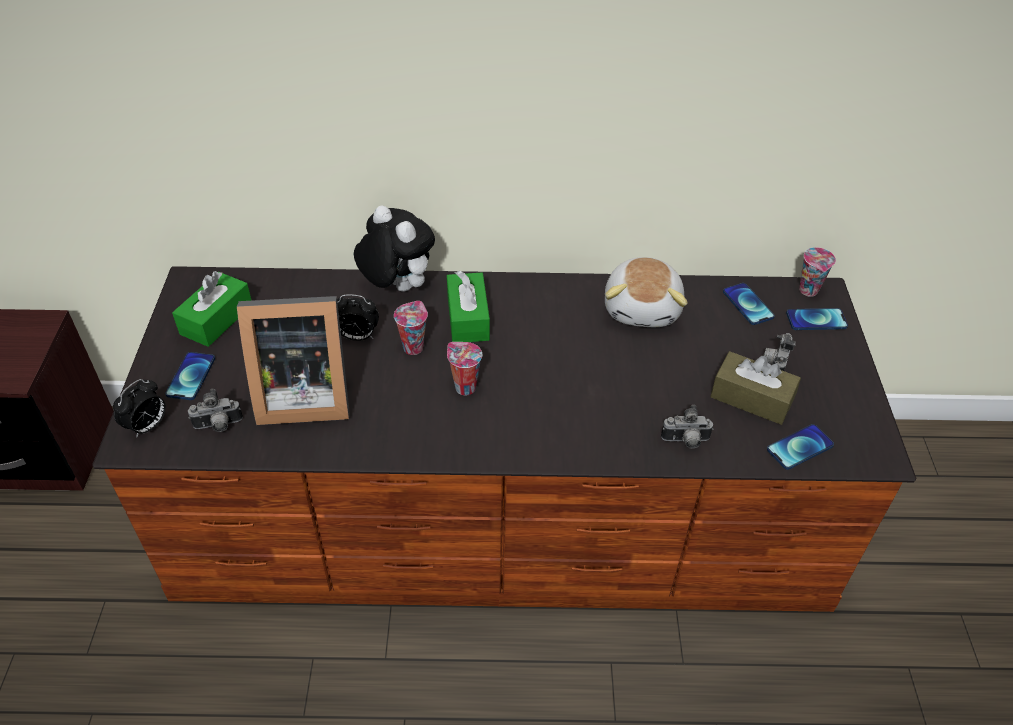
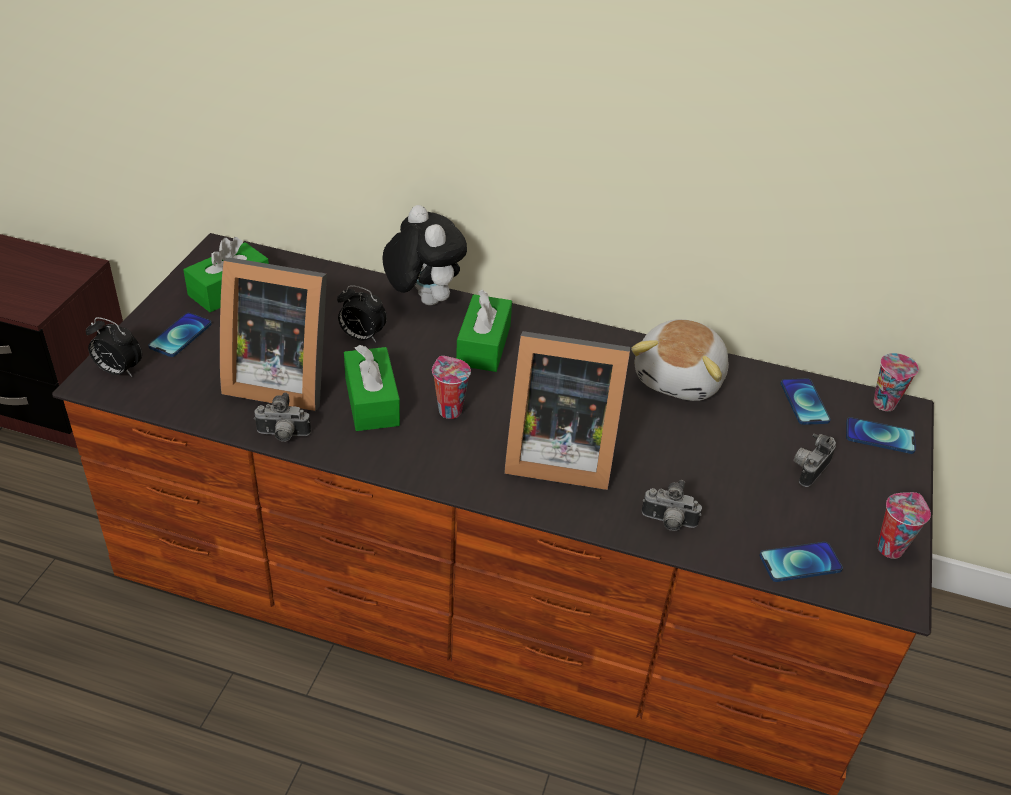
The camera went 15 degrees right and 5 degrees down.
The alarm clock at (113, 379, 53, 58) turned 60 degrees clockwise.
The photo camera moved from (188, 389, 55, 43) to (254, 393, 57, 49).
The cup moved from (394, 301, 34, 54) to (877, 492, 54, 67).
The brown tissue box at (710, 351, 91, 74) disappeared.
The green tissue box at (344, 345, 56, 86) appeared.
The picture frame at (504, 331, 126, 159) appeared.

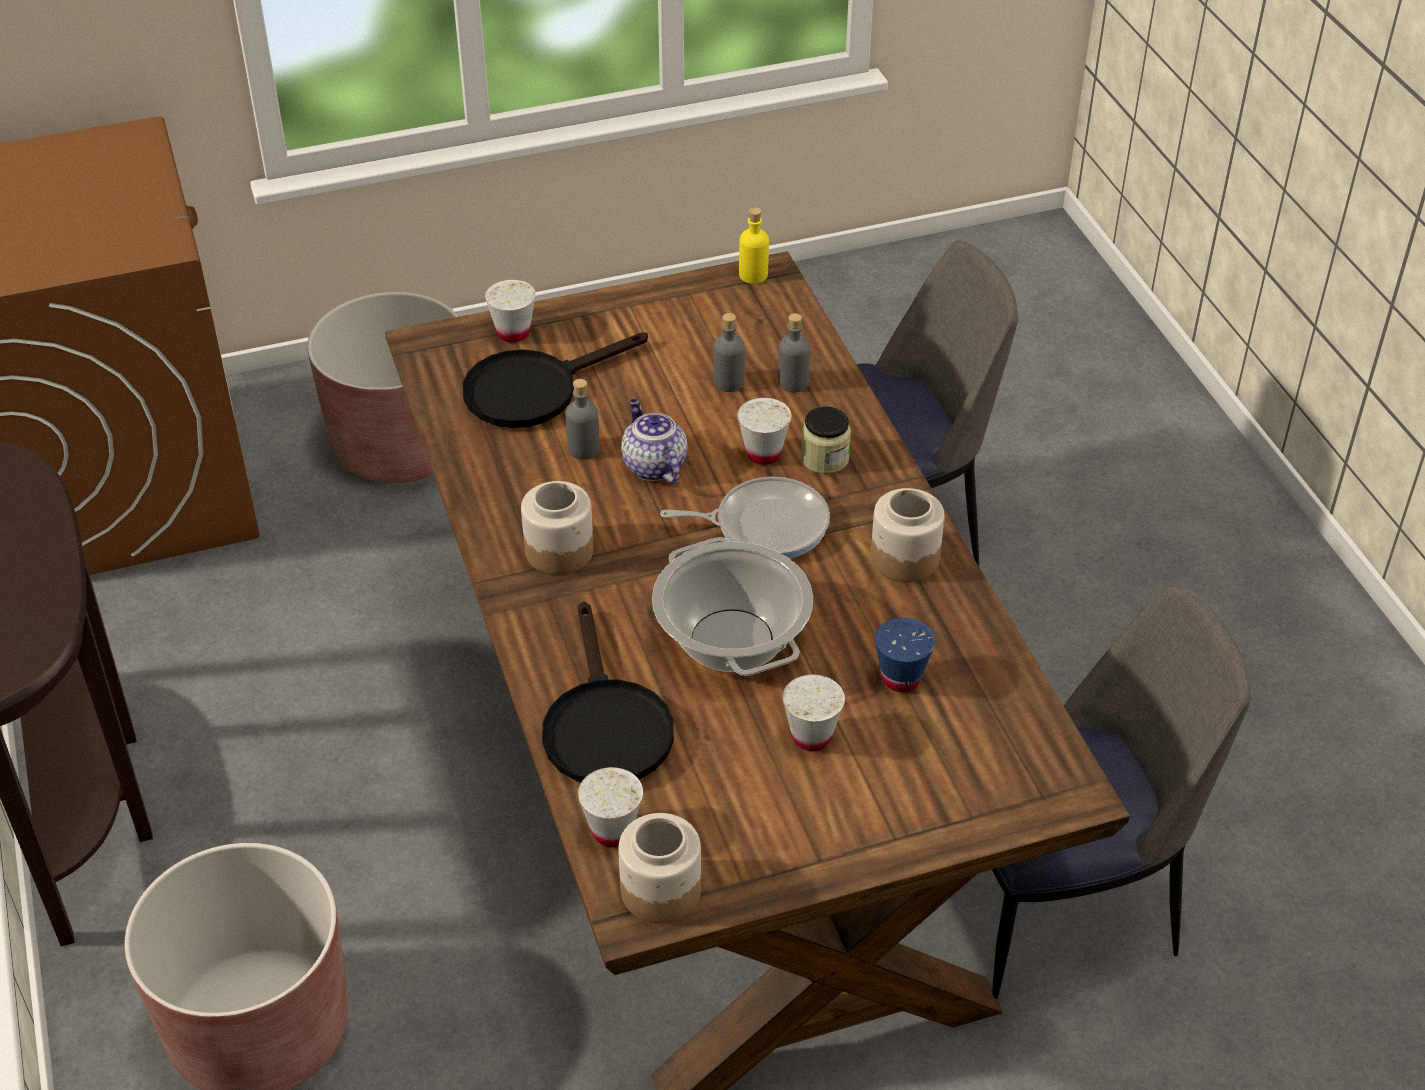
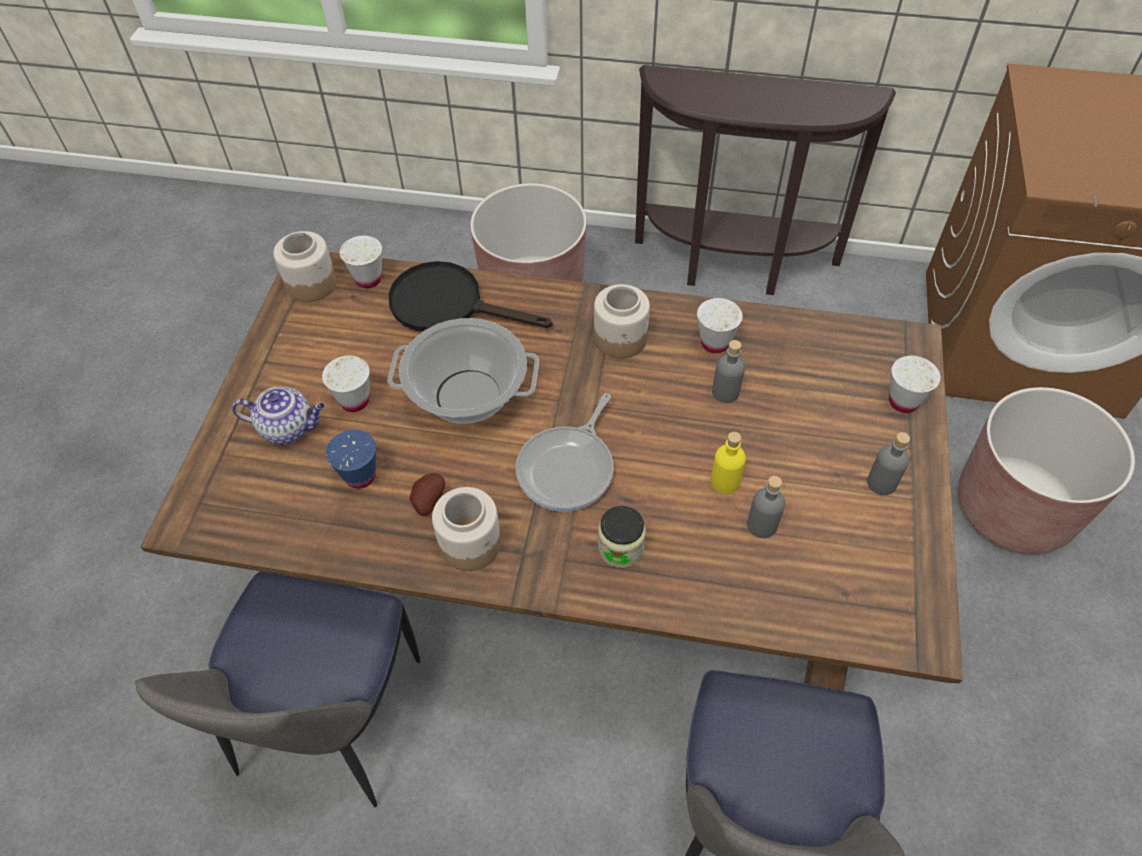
The camera went 120 degrees right and 10 degrees up.
The black frying pan at (463, 333, 185, 95) disappeared.
The teapot moved from (621, 399, 67, 84) to (232, 387, 93, 58).
The white cup moved from (737, 398, 54, 67) to (697, 298, 46, 55).
The yellow bottle moved from (739, 207, 30, 77) to (711, 432, 35, 62).
The grey bottle moved from (778, 313, 32, 79) to (867, 432, 43, 63).
The potato at (409, 473, 36, 43) appeared.

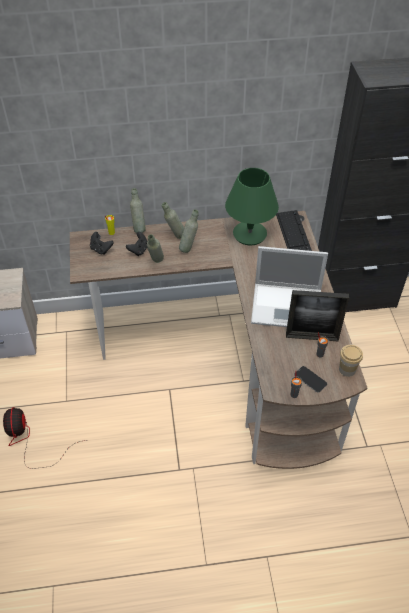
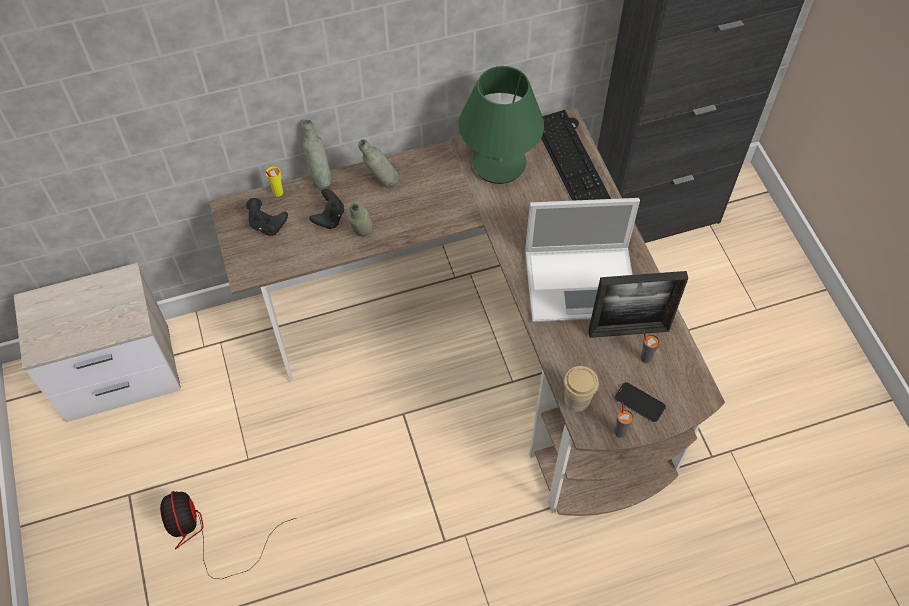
The camera went 10 degrees left and 10 degrees up.
The grey bottle at (179, 209, 20, 44) disappeared.
The cup moved from (339, 345, 24, 32) to (564, 366, 35, 46).

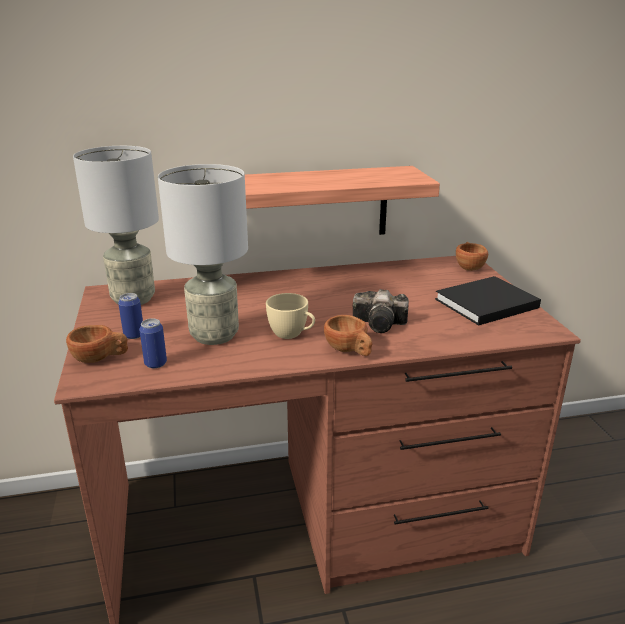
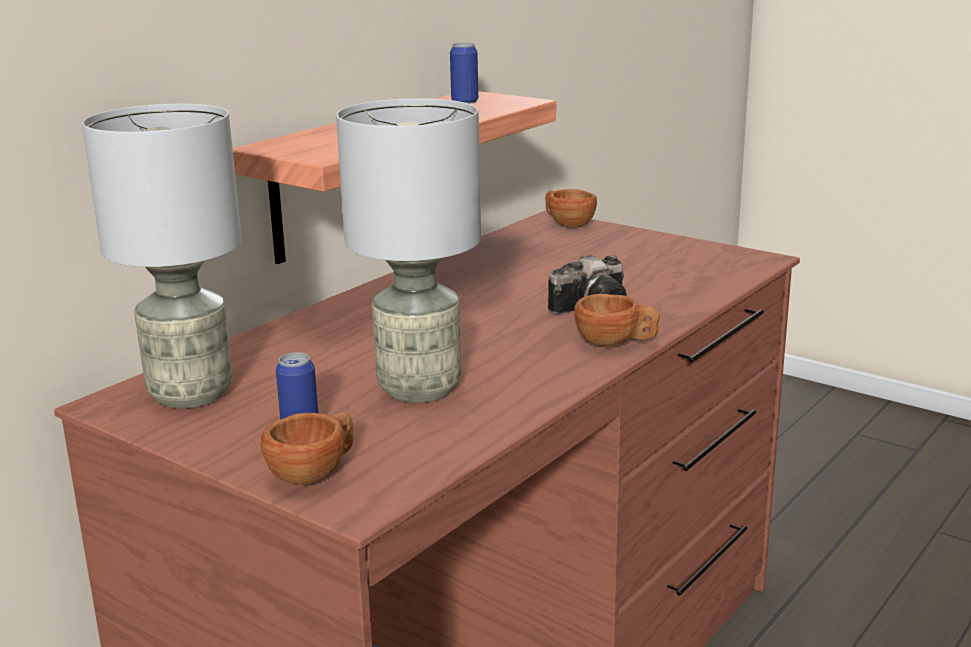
The camera went 40 degrees left and 5 degrees down.
The can moved from (139, 318, 28, 50) to (450, 42, 28, 62).
The beige cup at (266, 293, 49, 46) disappeared.
The black book at (435, 276, 106, 49) disappeared.

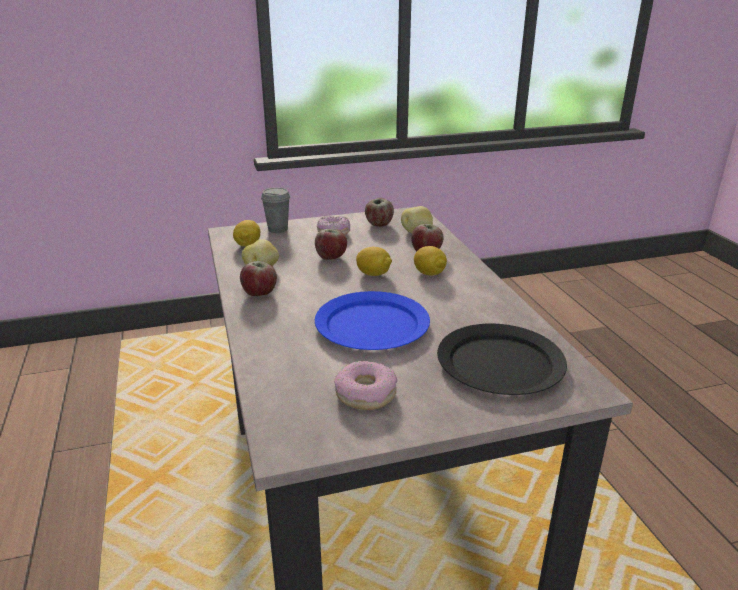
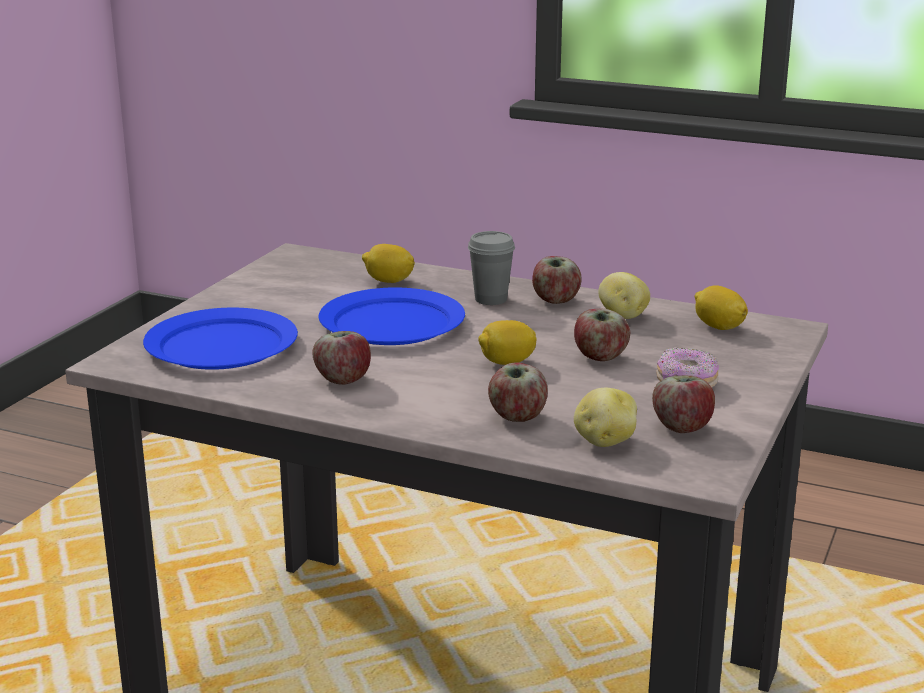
The camera went 130 degrees right and 5 degrees down.
The grey cup moved from (261, 188, 29, 45) to (468, 231, 47, 74).
The donut at (334, 361, 63, 49) disappeared.
The lemon moved from (414, 246, 33, 30) to (362, 244, 53, 39).
The black plate at (437, 323, 130, 72) became the blue plate at (143, 308, 155, 62).
The apple at (312, 331, 59, 54) appeared.

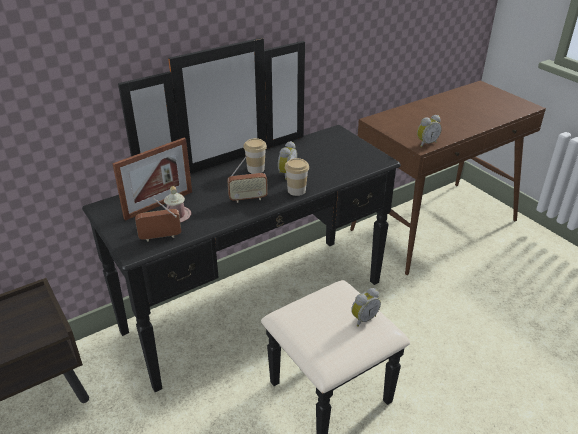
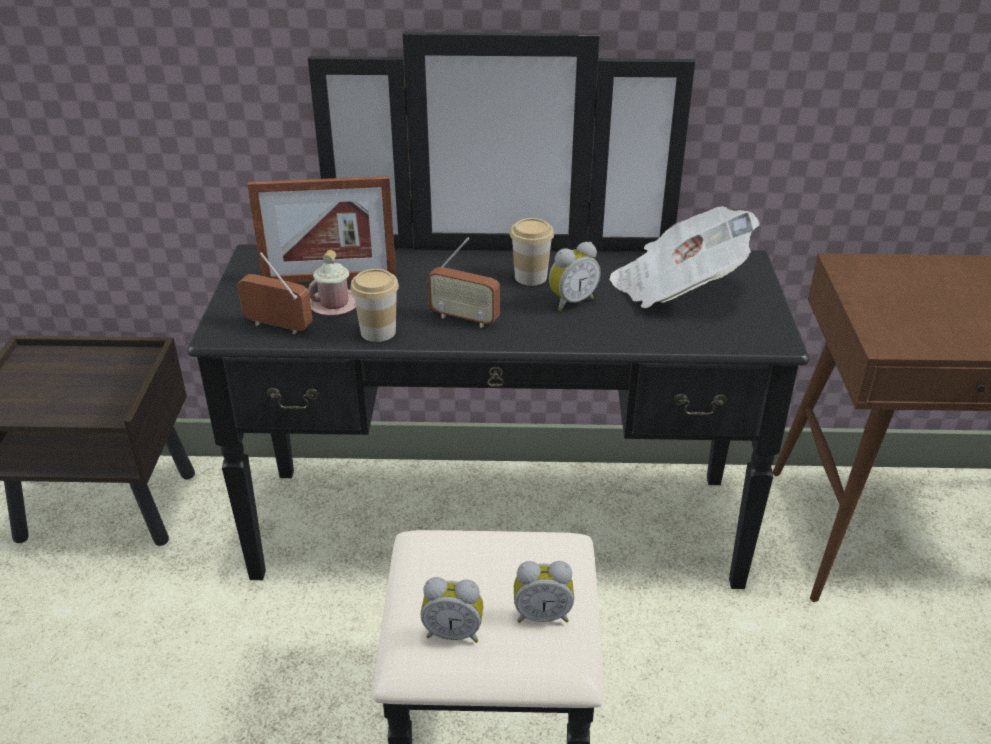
The camera went 35 degrees right and 0 degrees up.
The cup moved from (285, 158, 24, 38) to (350, 269, 49, 73).
The alarm clock moved from (417, 115, 25, 32) to (421, 577, 63, 66).
The newspaper at (609, 206, 151, 102) appeared.

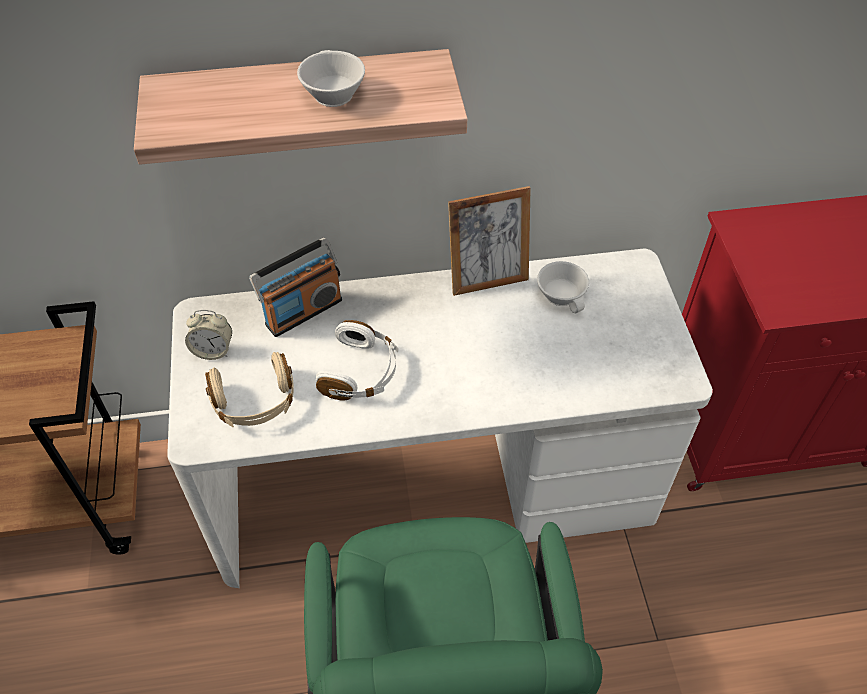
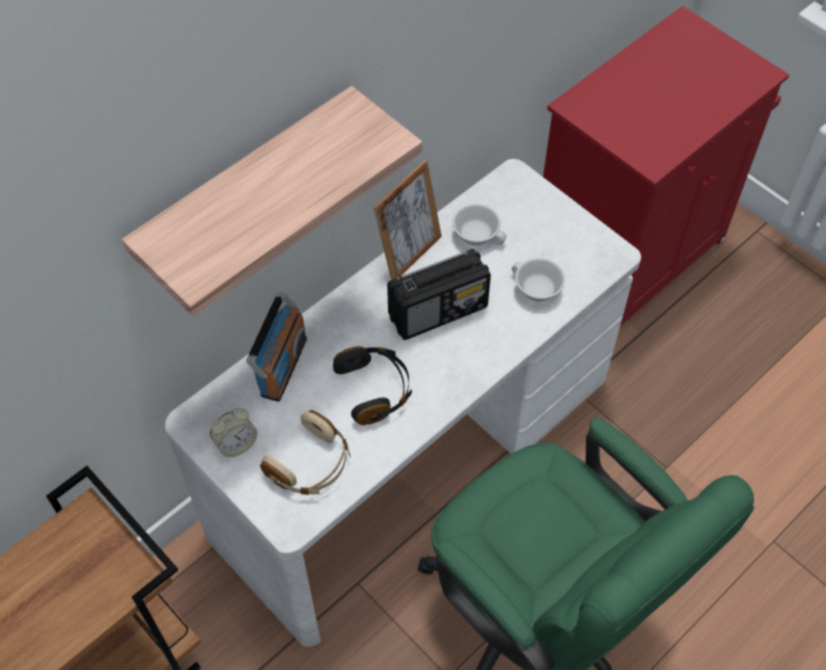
The camera went 35 degrees left and 5 degrees up.
The white cup moved from (297, 50, 68, 57) to (512, 258, 53, 44).
The white headphones at (316, 320, 82, 81) became the black headphones at (333, 346, 79, 79).
The radio at (387, 249, 104, 91) appeared.

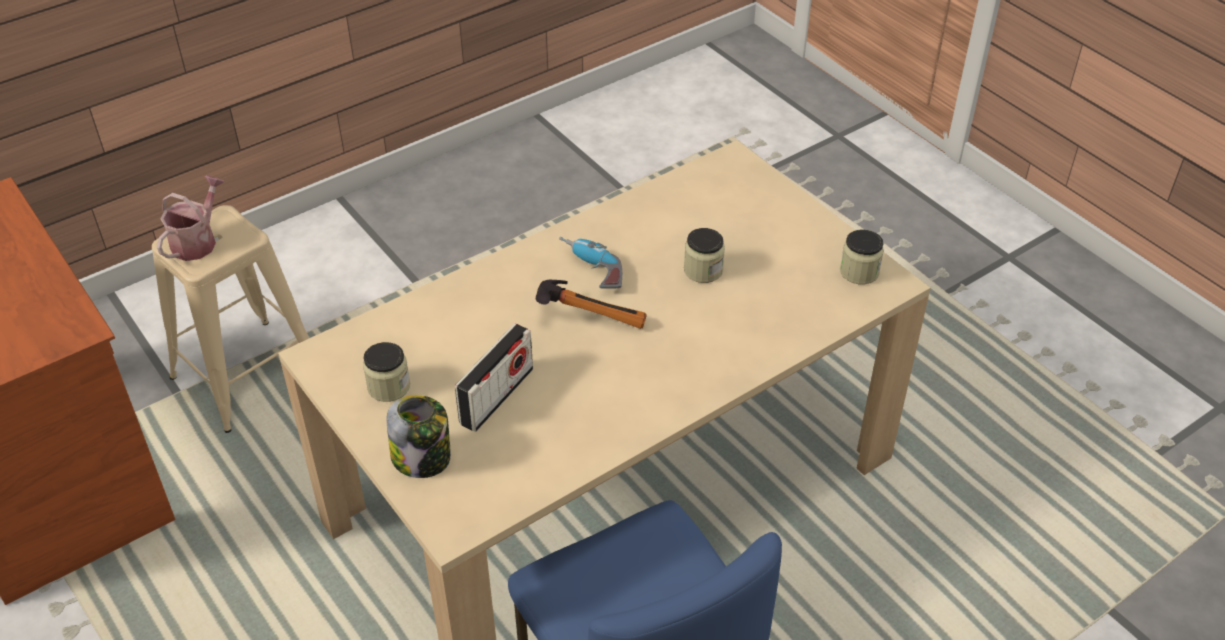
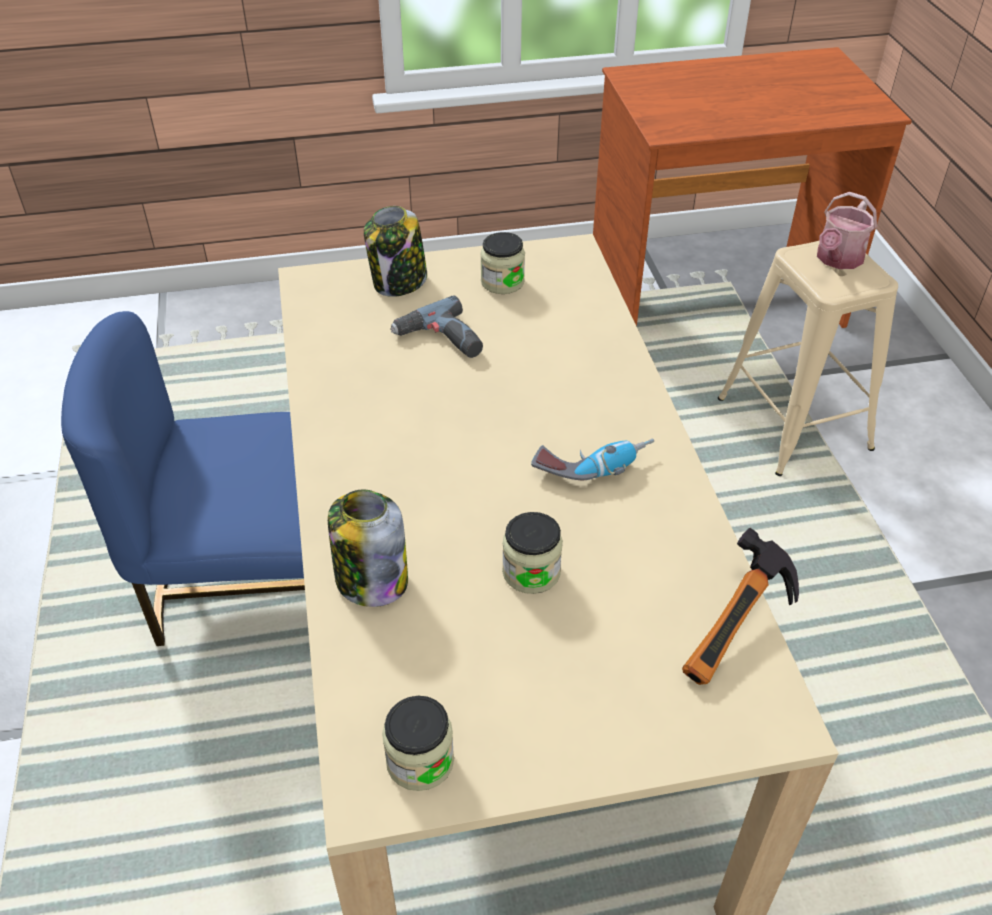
The camera went 115 degrees right and 0 degrees up.
The watering can at (157, 176, 68, 85) turned 75 degrees clockwise.
The radio at (455, 324, 78, 108) was replaced by the power drill at (390, 295, 93, 63).
The hammer moved from (536, 280, 111, 49) to (682, 528, 117, 157).
The jar at (328, 490, 80, 117) appeared.

